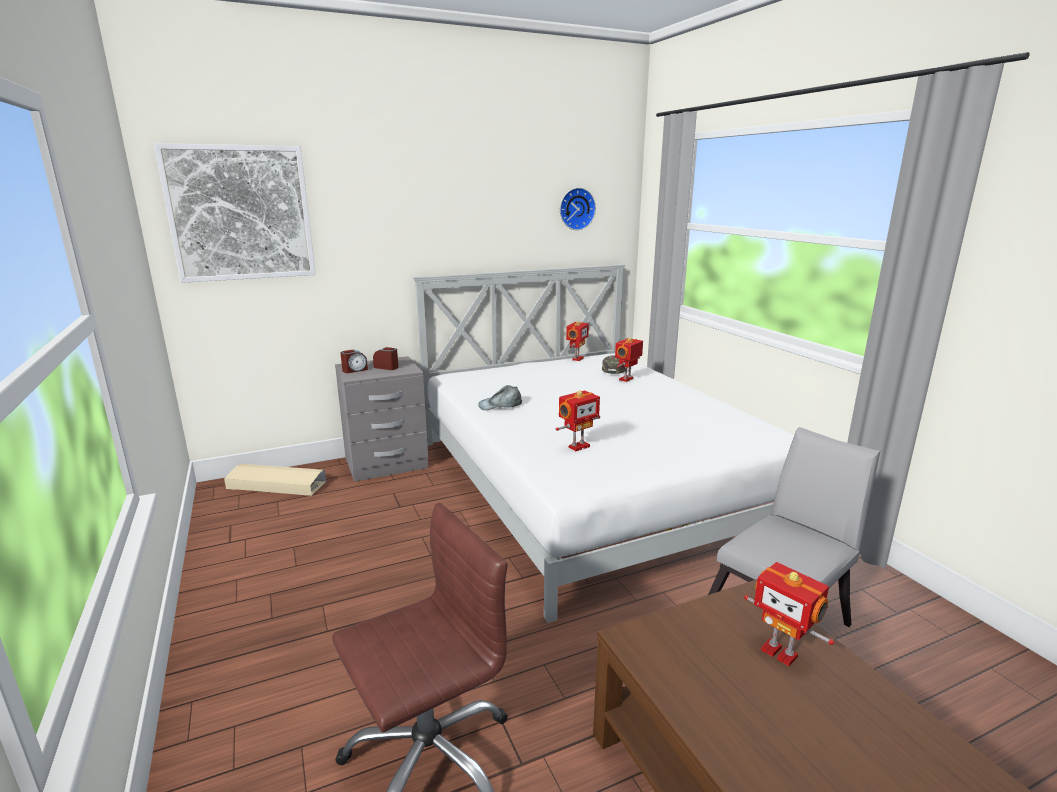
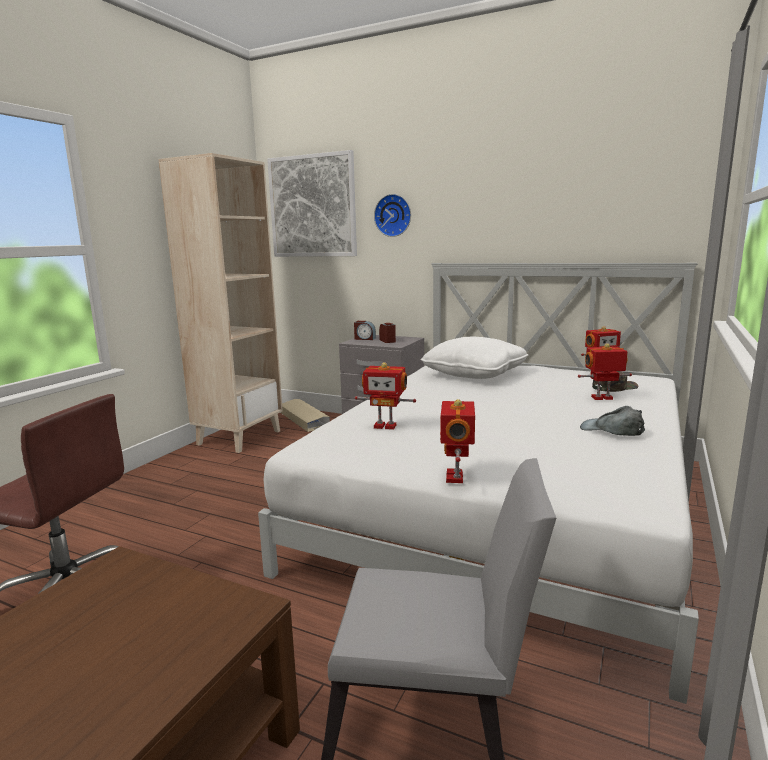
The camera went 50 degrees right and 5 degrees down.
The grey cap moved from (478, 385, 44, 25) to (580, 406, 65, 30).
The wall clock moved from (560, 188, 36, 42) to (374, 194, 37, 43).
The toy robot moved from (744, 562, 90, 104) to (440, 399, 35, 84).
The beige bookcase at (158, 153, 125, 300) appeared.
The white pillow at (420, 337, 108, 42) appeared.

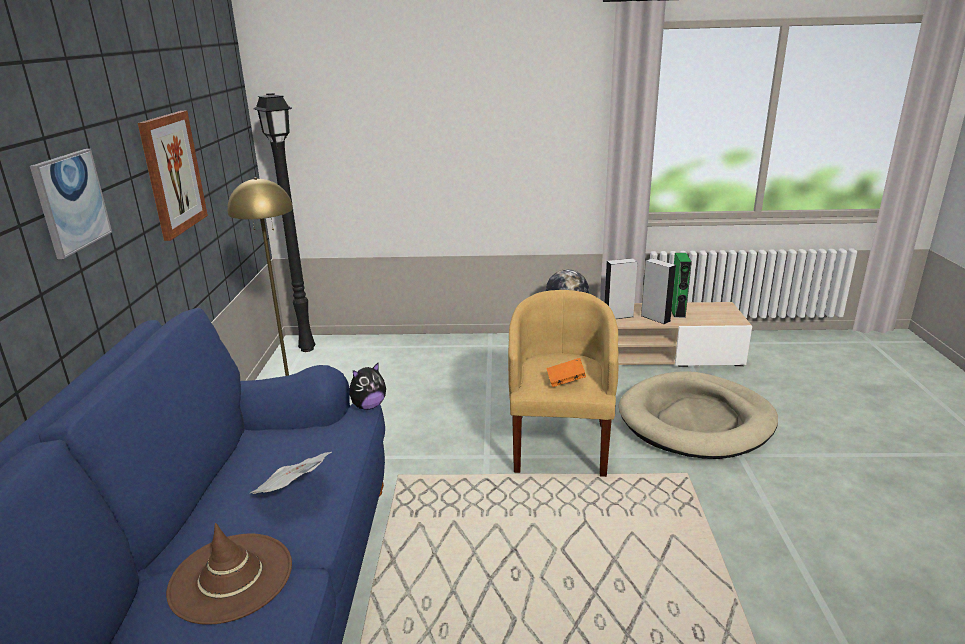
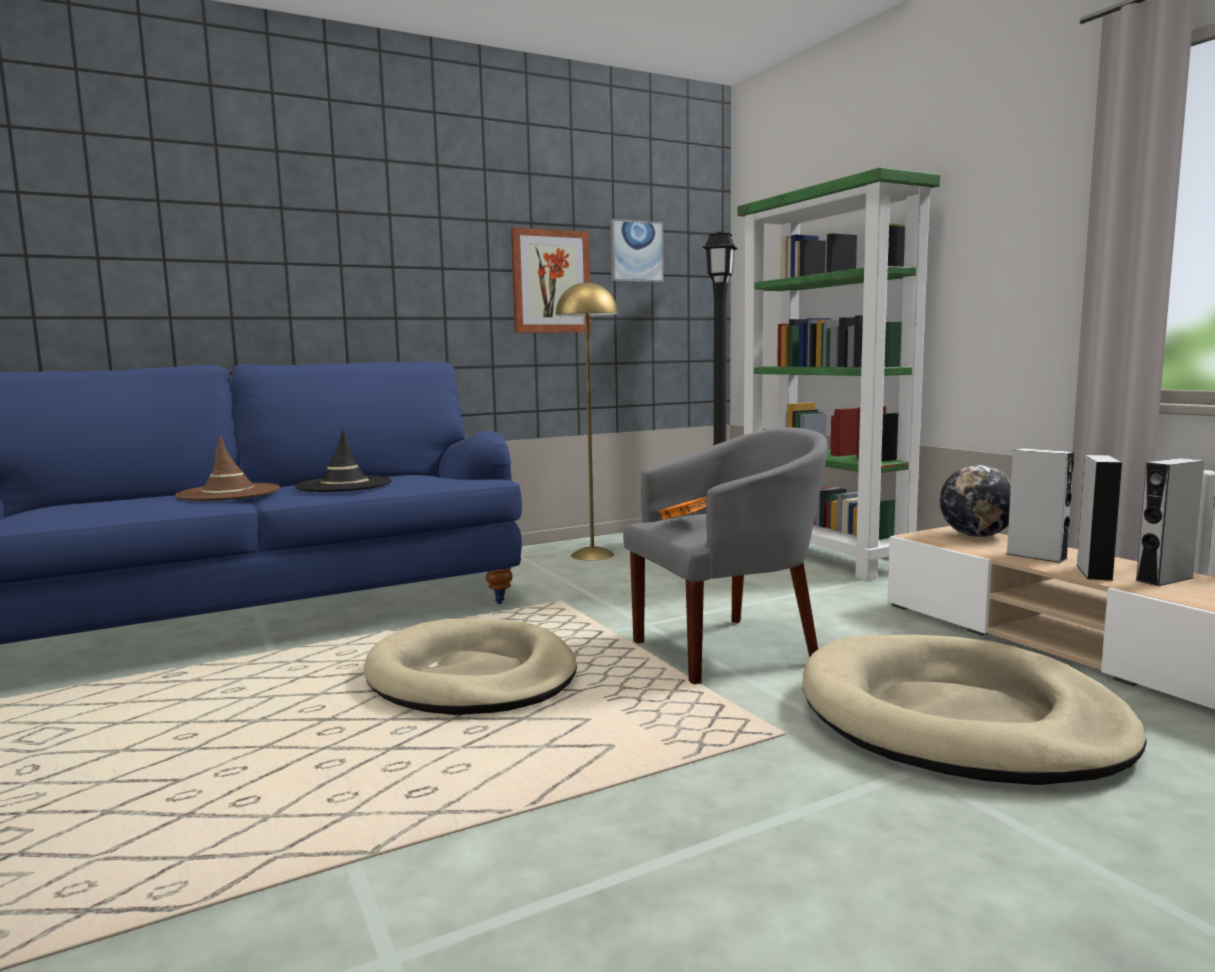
The camera went 60 degrees right and 15 degrees down.
The picture moved from (30, 149, 82, 110) to (610, 219, 54, 63).
The newspaper at (251, 452, 81, 42) was replaced by the black hat at (296, 429, 96, 63).
The plush toy at (349, 362, 37, 48) disappeared.
The yellow armchair at (508, 290, 110, 187) became the grey armchair at (623, 427, 205, 257).
The green speaker at (671, 253, 21, 65) became the grey speaker at (1135, 458, 69, 128).
The beige dog bed at (364, 619, 213, 96) appeared.
The green bookcase at (737, 167, 203, 414) appeared.

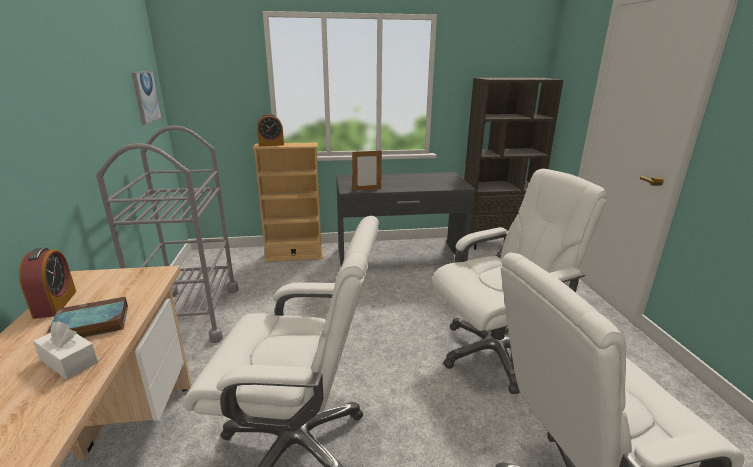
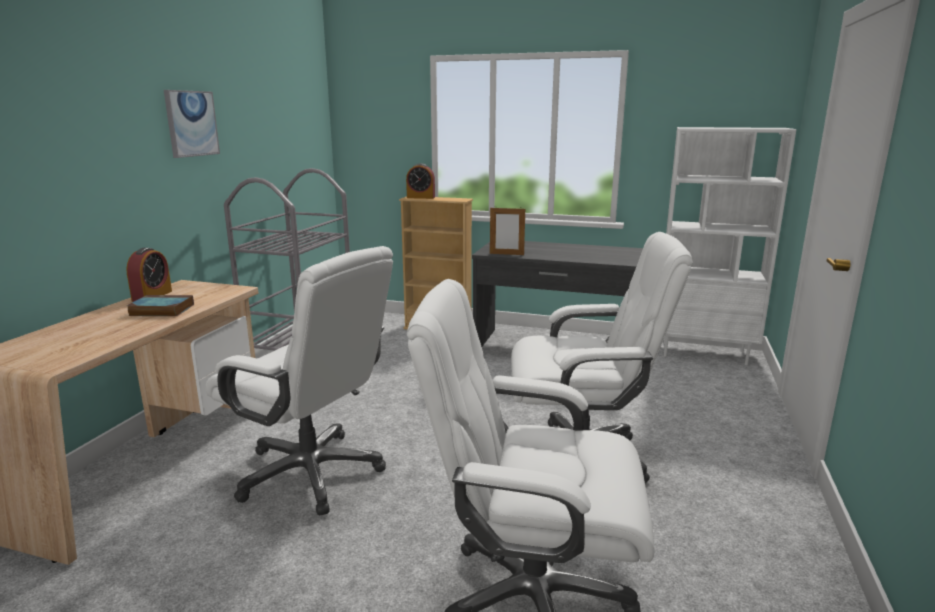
The camera went 25 degrees right and 5 degrees down.
The white tissue box at (33, 321, 65, 59) disappeared.
The picture moved from (131, 71, 31, 54) to (164, 90, 56, 68).
The brown bookcase at (464, 78, 99, 172) became the white bookcase at (663, 127, 134, 238).

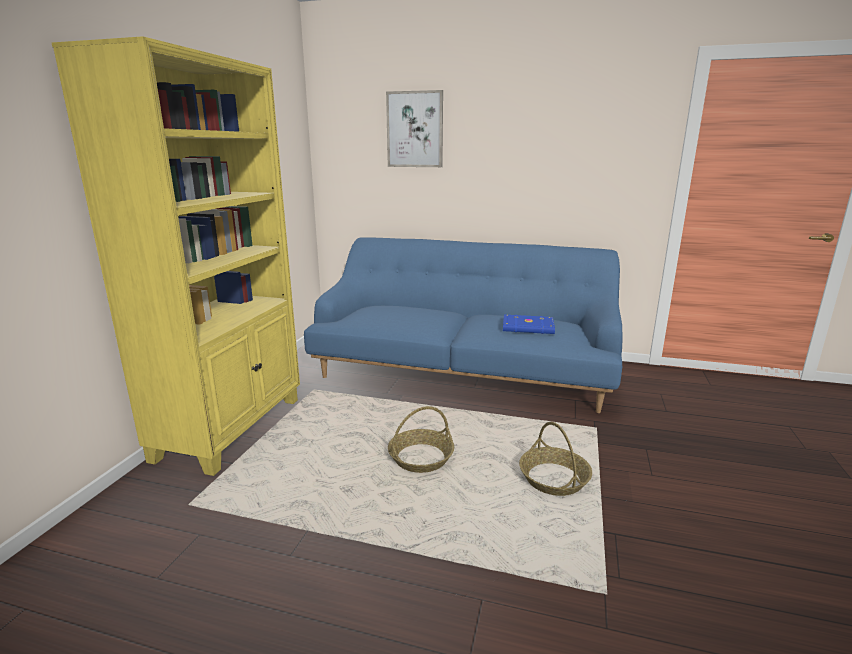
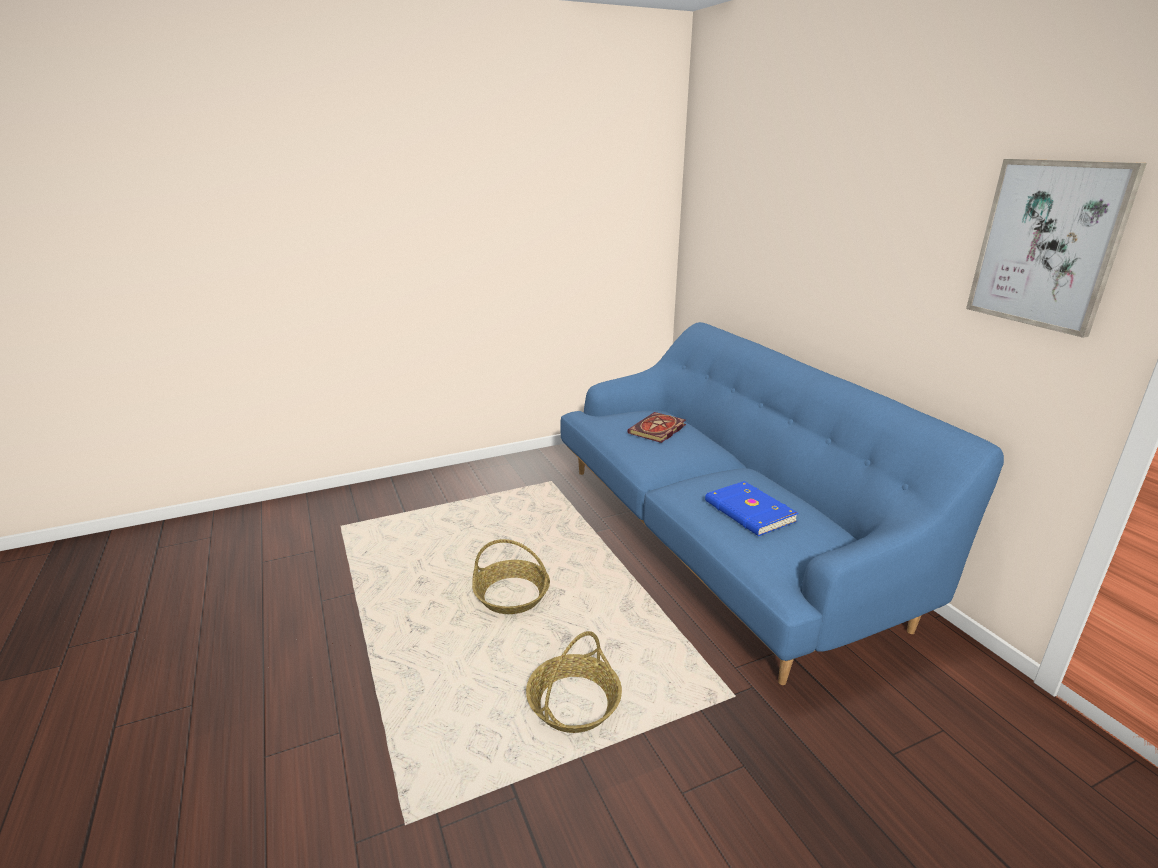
The camera went 50 degrees right and 5 degrees up.
The yellow bookcase at (52, 36, 248, 440) disappeared.
The picture moved from (386, 90, 57, 77) to (966, 159, 181, 179).
The book at (627, 412, 59, 31) appeared.

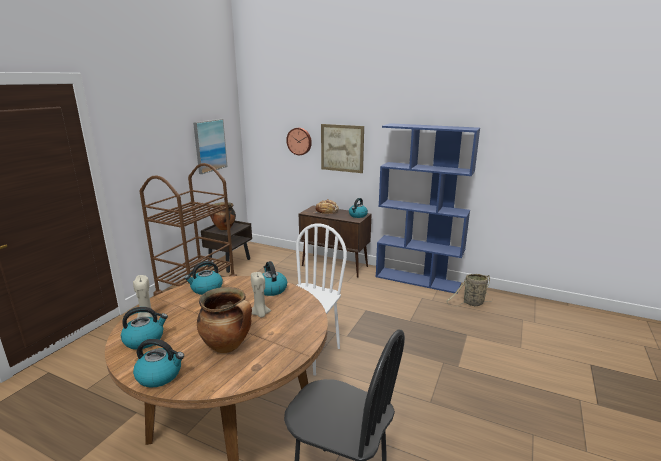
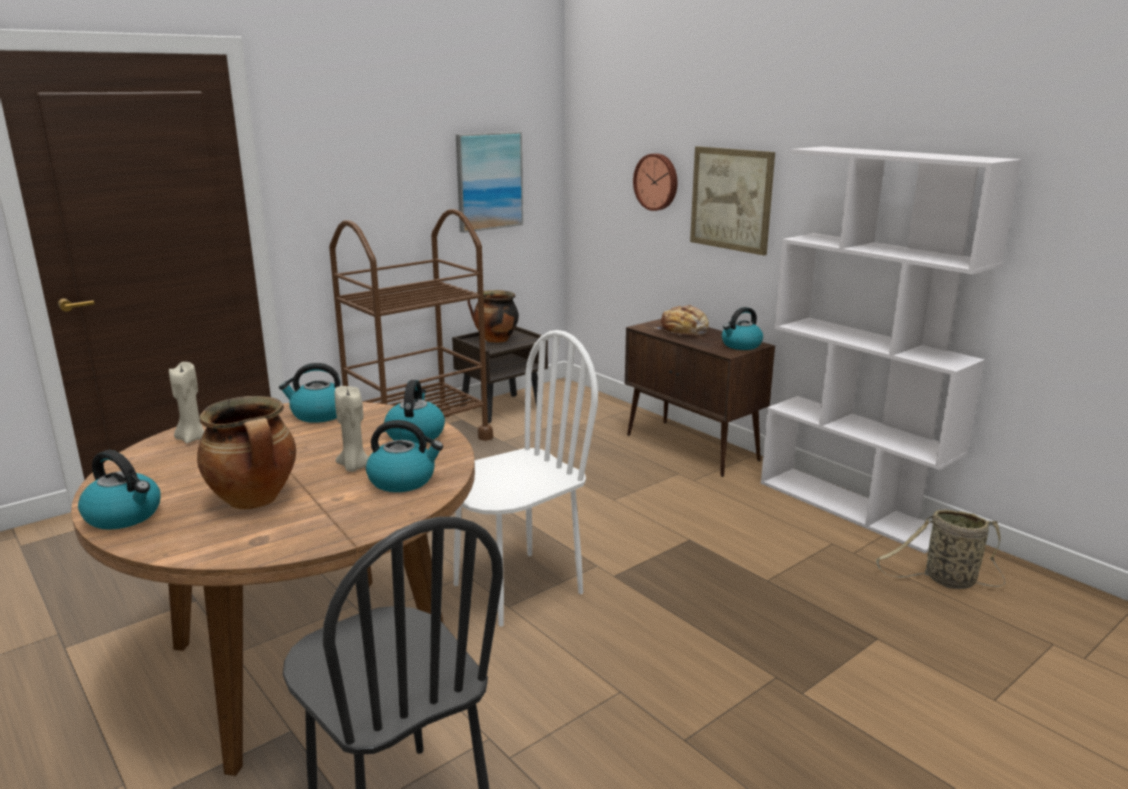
The camera went 25 degrees right and 0 degrees up.
The kettle moved from (121, 307, 47, 43) to (366, 420, 77, 72).
The blue bookcase at (376, 123, 104, 171) became the white bookcase at (761, 146, 261, 407).

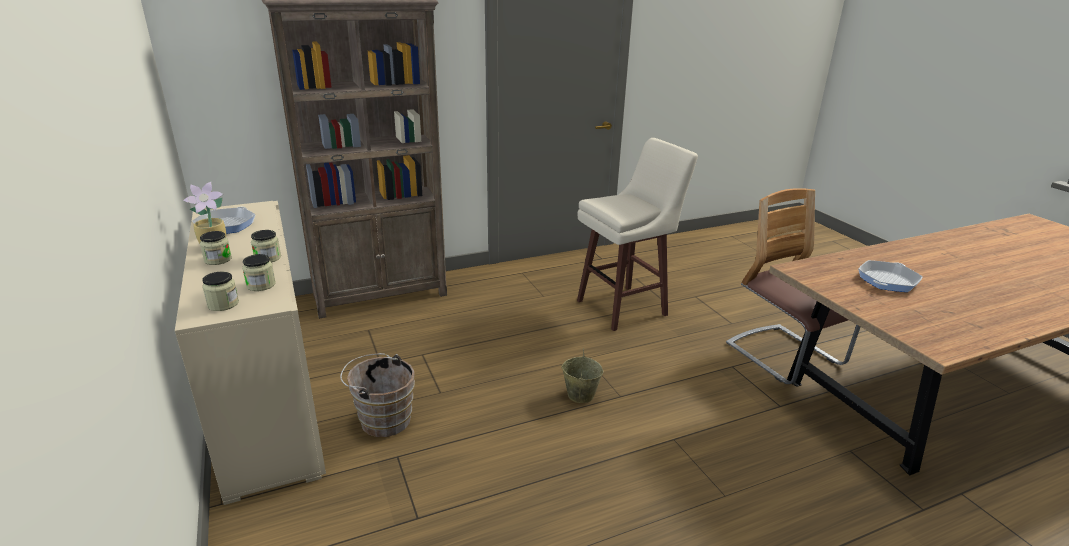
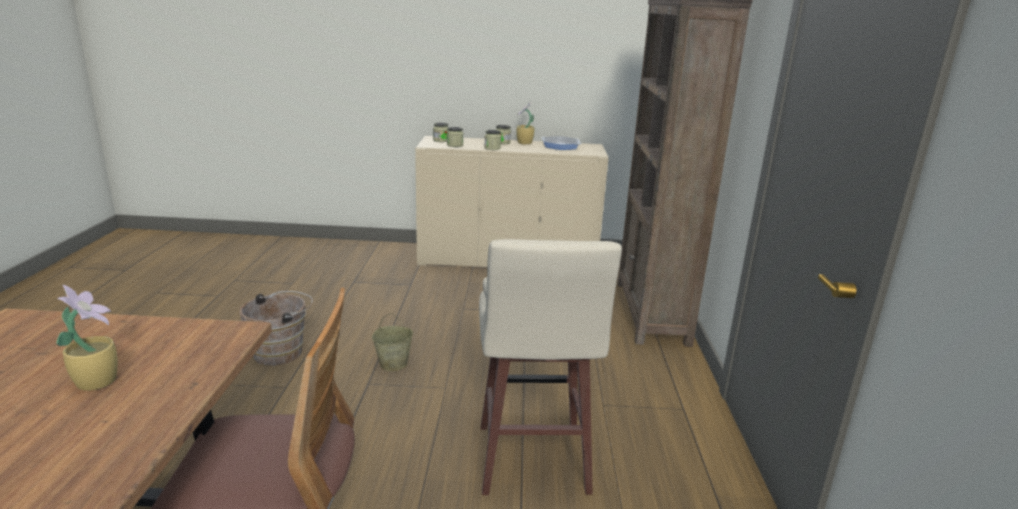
The camera went 115 degrees right and 5 degrees down.
The brown bucket moved from (340, 353, 75, 84) to (240, 291, 73, 75).
The frying pan at (858, 260, 65, 32) was replaced by the potted plant at (57, 285, 61, 106).

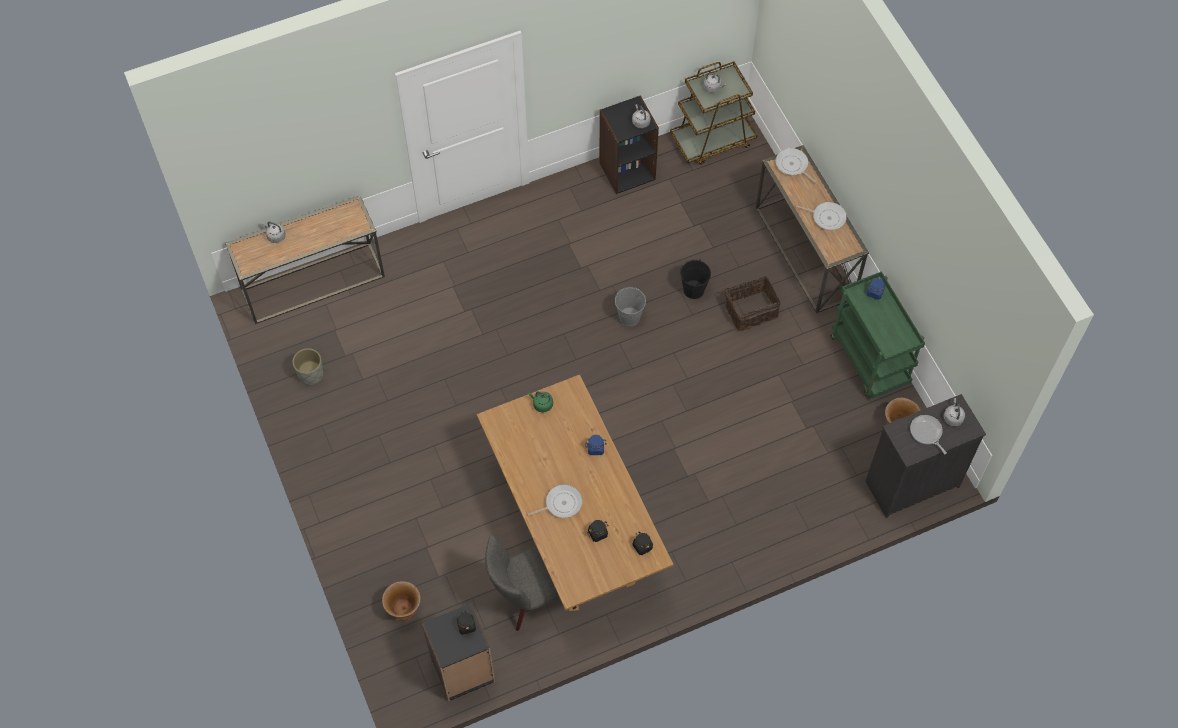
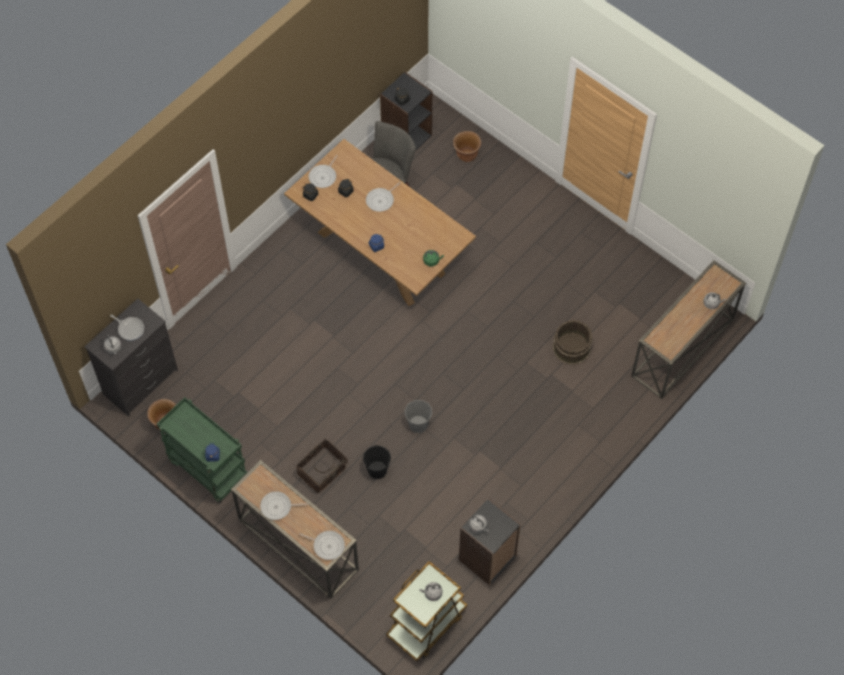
The camera went 155 degrees right and 0 degrees up.
The grey planter at (293, 348, 30, 37) disappeared.
The frying pan at (309, 155, 29, 33) appeared.
The brown bucket at (553, 320, 40, 45) appeared.

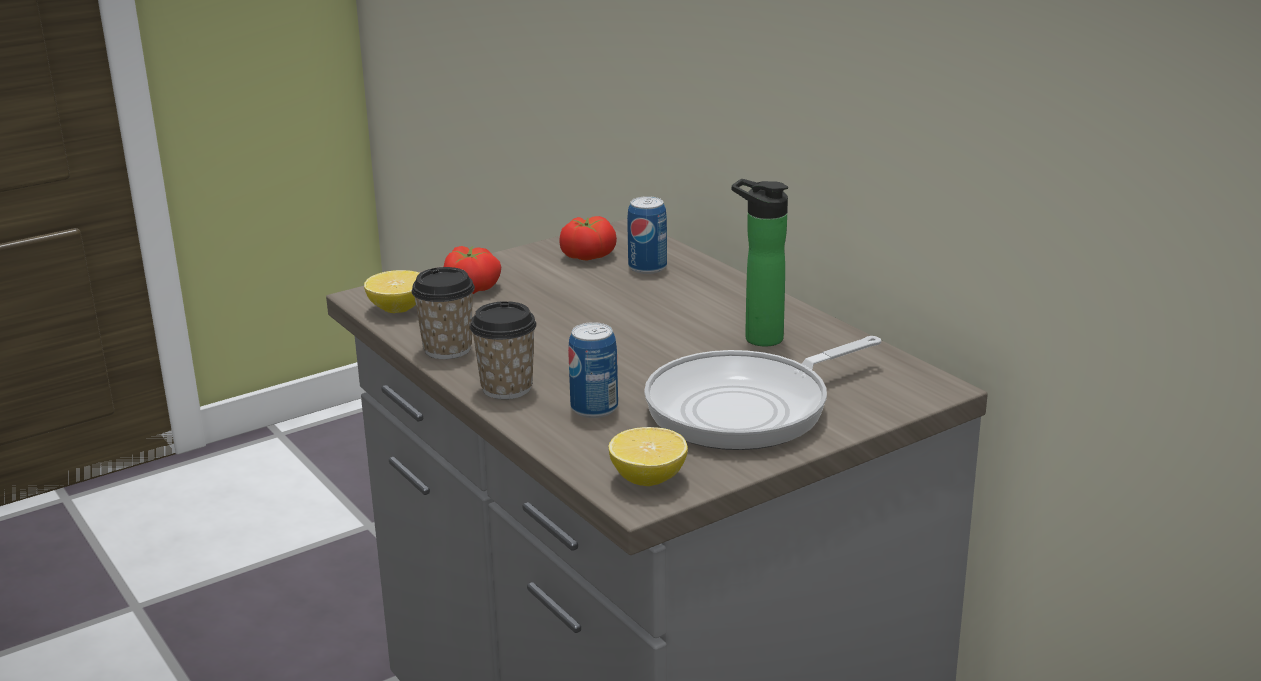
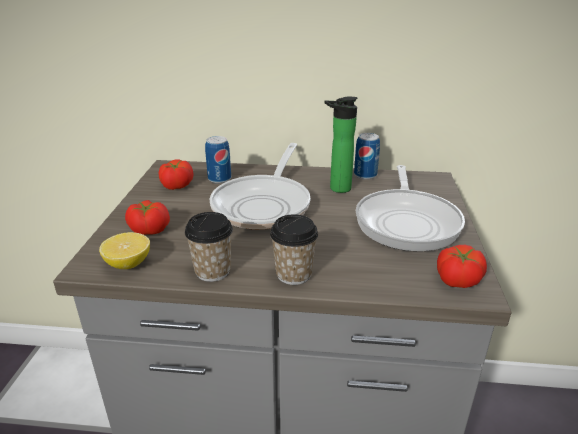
The camera went 50 degrees left and 5 degrees up.
The can moved from (568, 322, 50, 96) to (354, 133, 26, 47).
The lemon at (609, 427, 79, 59) was replaced by the tomato at (437, 245, 50, 43).
The frying pan at (210, 143, 100, 87) appeared.

